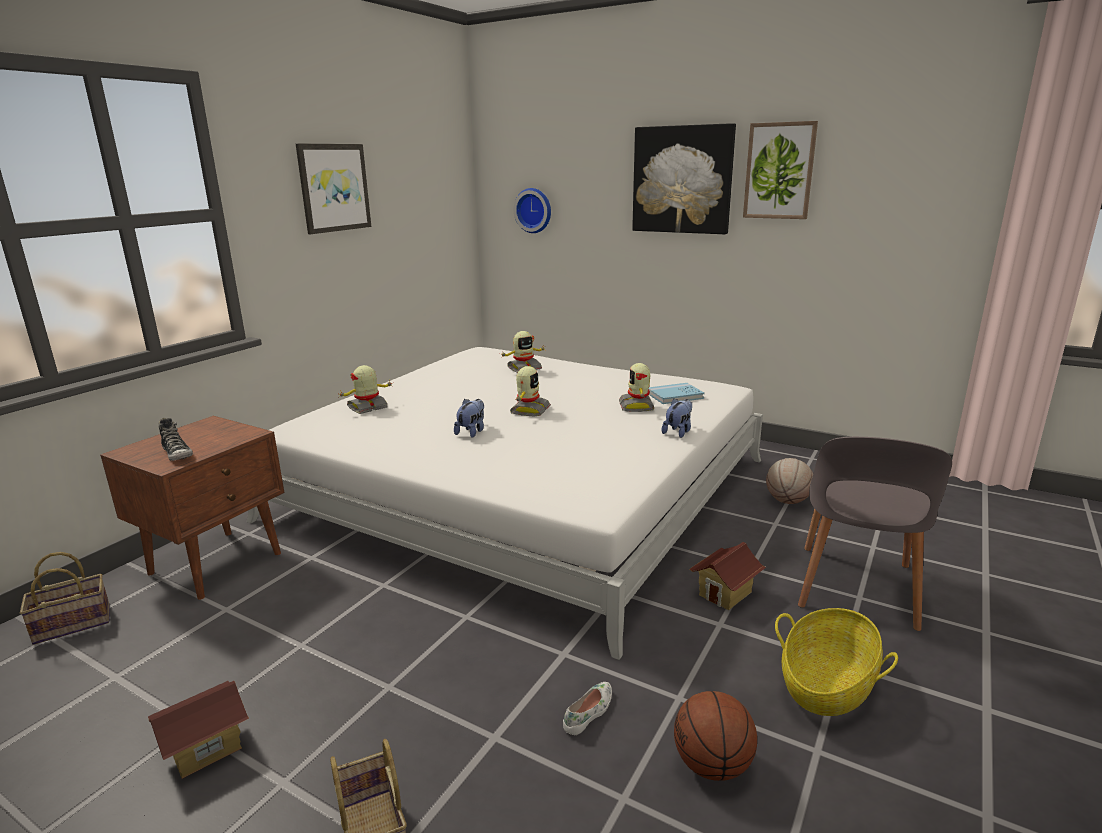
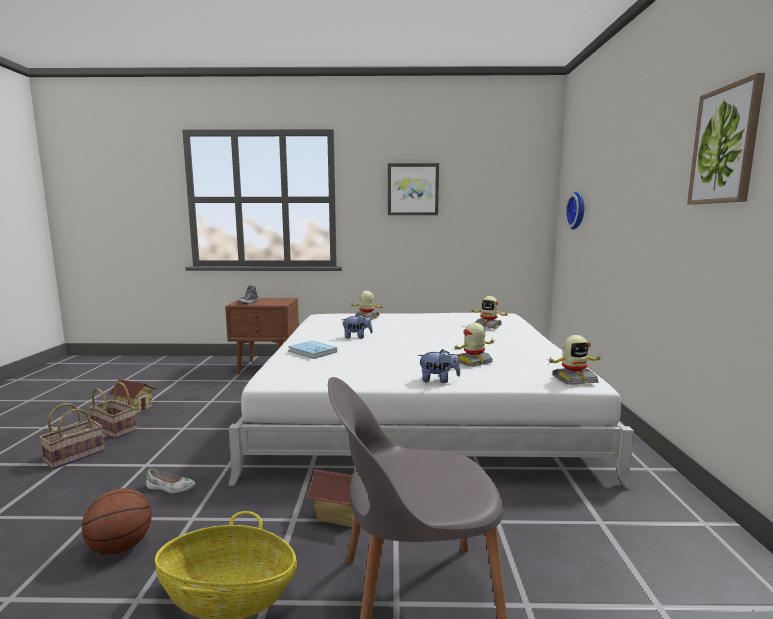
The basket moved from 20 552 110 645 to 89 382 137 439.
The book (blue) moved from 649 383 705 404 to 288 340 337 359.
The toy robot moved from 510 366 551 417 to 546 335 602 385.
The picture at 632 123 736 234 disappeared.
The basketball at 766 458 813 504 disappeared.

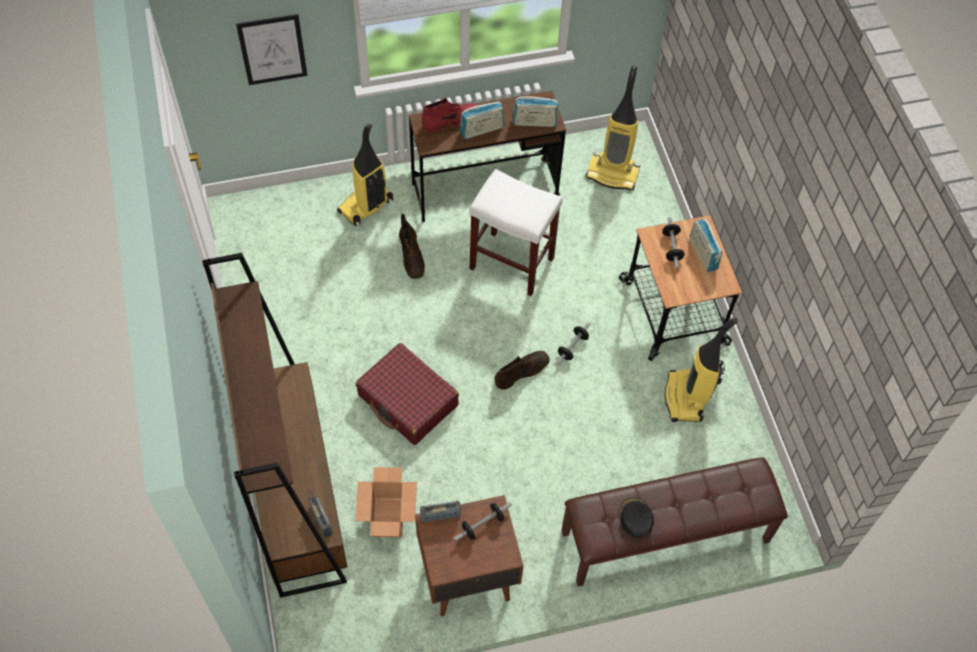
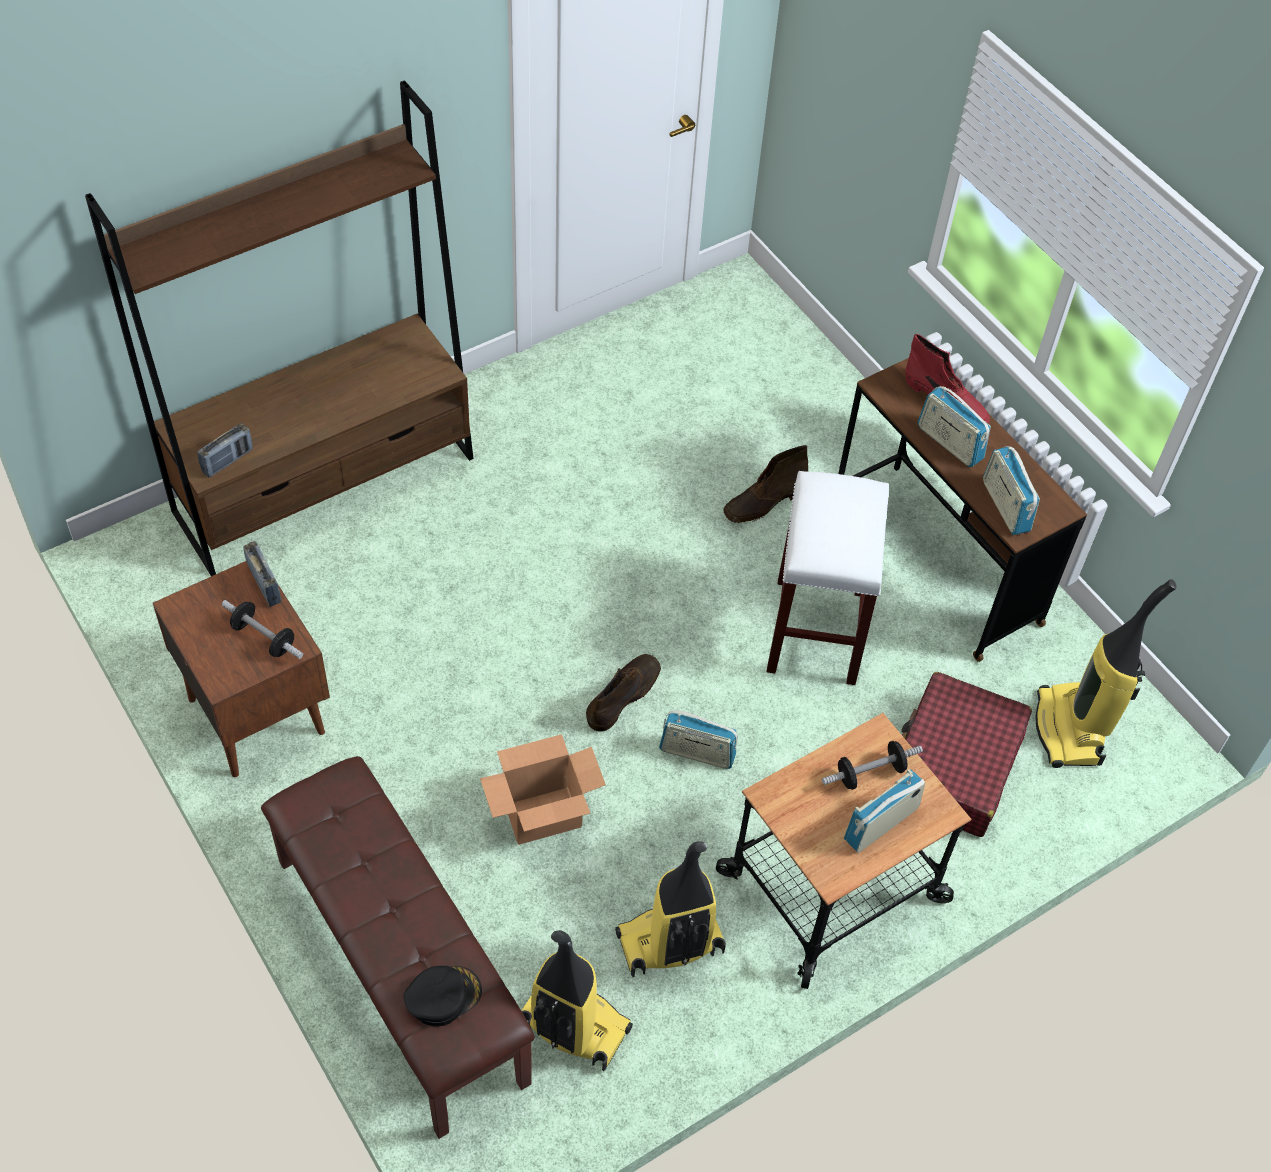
The cap (black) moved from 620 497 654 537 to 404 966 482 1026.
The cardboard box moved from 355 467 417 537 to 480 734 606 845.
The vacuum cleaner moved from 337 123 393 226 to 522 930 633 1071.
The boot (brown) at 494 351 550 390 turned 90 degrees counterclockwise.
The dumbbell at 556 322 590 365 was replaced by the radio at 659 710 738 769.
The suitcase (red) moved from 356 343 459 445 to 901 672 1032 837.
The picture at 236 14 307 85 disappeared.

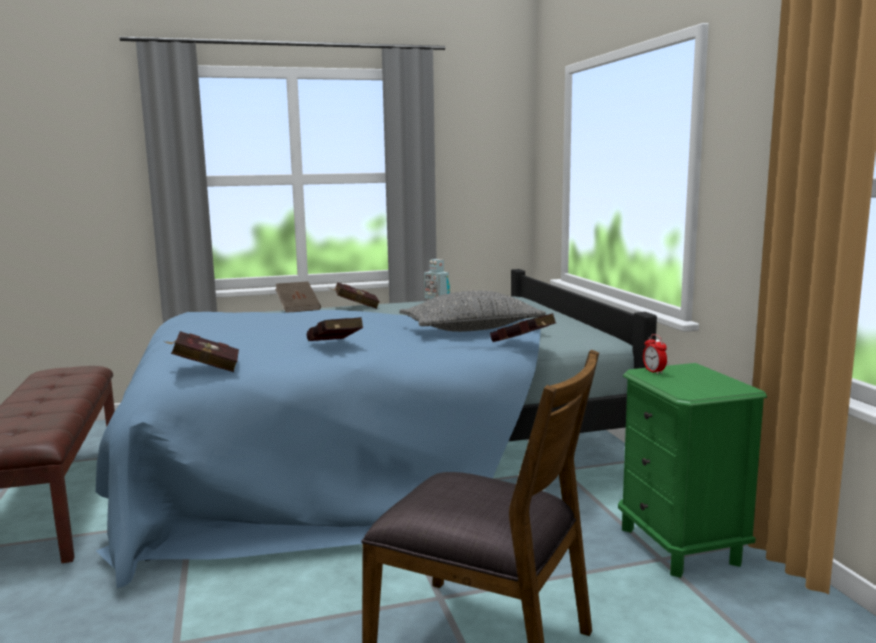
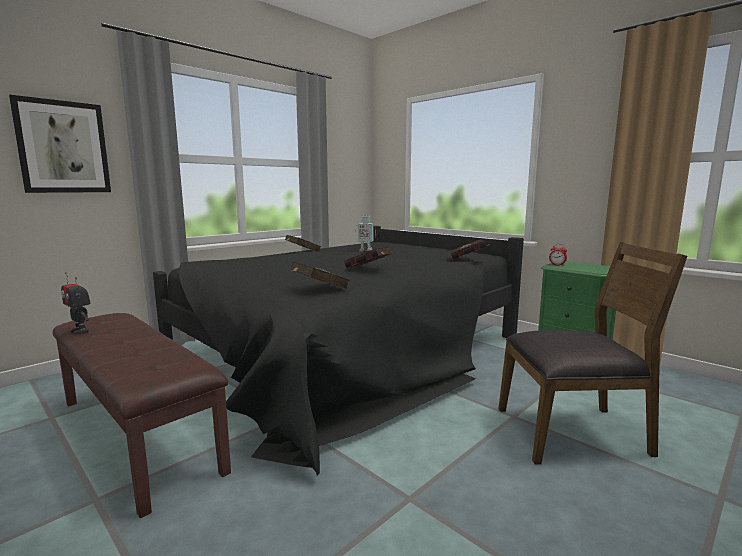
The picture at 9 95 111 193 appeared.
The toy robot at 61 272 91 335 appeared.
The bed (blue) at 96 269 657 588 became the bed (black) at 153 226 524 476.
The book (brown) at 275 281 321 312 disappeared.
The pillow (grey) at 399 291 546 332 disappeared.

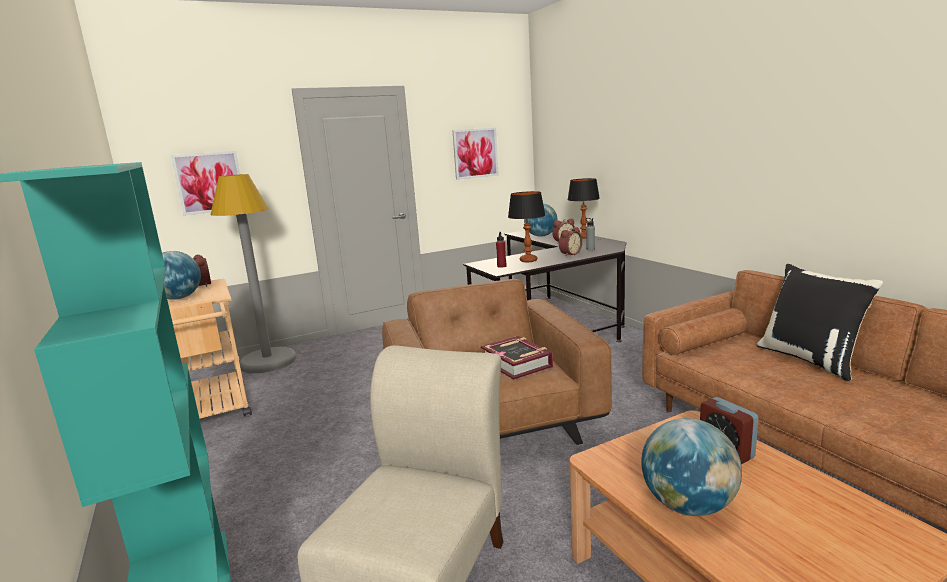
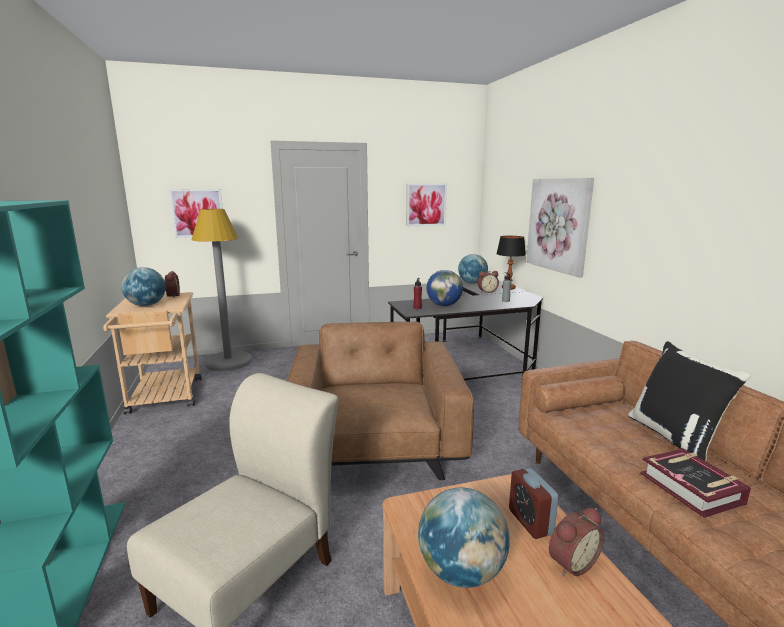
The table lamp at 508 191 546 262 was replaced by the globe at 427 270 463 306.
The picture at 526 178 594 278 appeared.
The alarm clock moved from 559 227 582 256 to 549 508 604 576.
The book moved from 481 336 553 380 to 640 448 751 518.

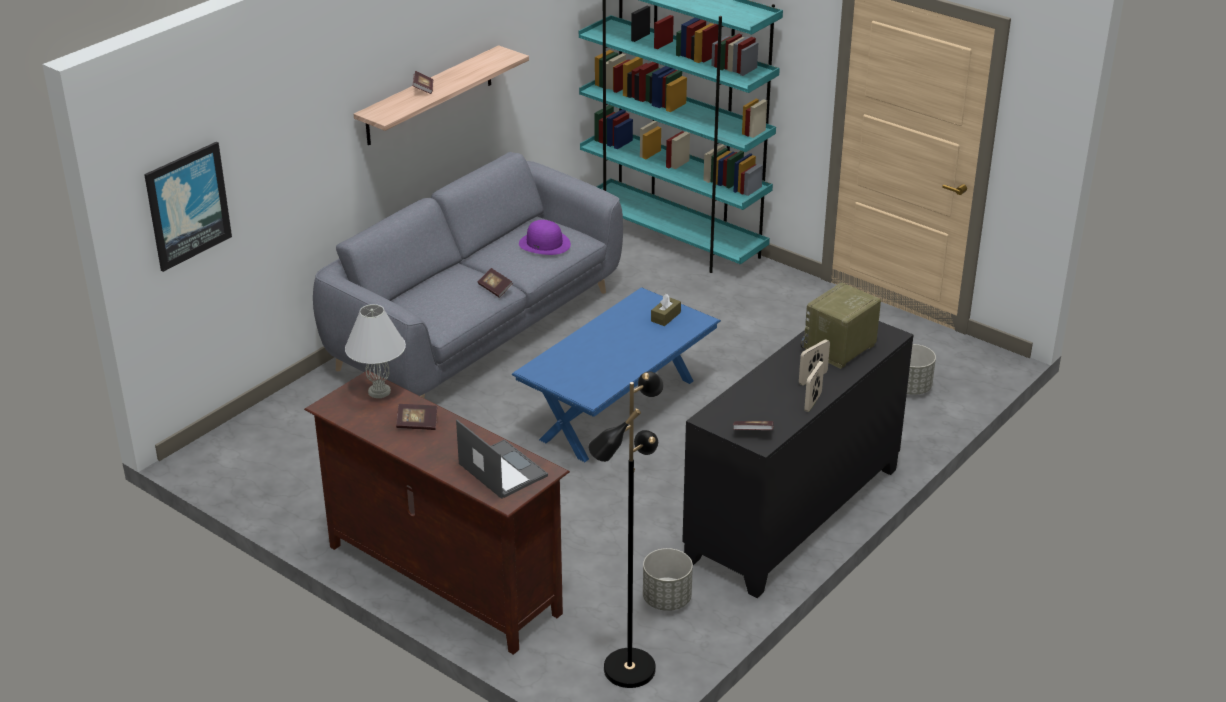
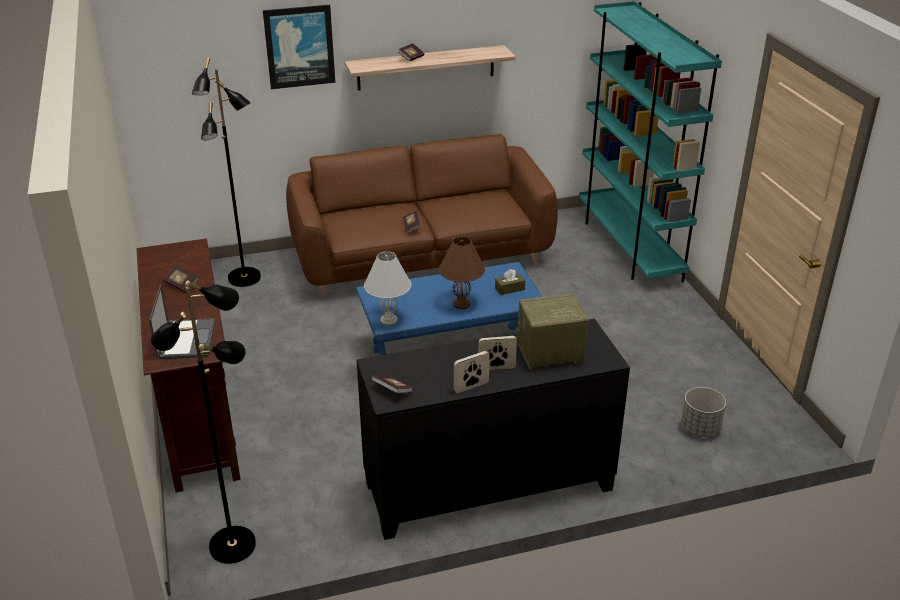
The floor lamp (black) at 192 57 261 287 appeared.
The picture moved from 144 142 232 272 to 263 5 335 89.
The sofa (grey) at 313 152 623 399 became the sofa (brown) at 286 134 558 300.
The table lamp (white) moved from 345 304 406 398 to 364 251 411 325.
The table lamp (brown) at 439 236 485 309 appeared.
The hat (purple) at 519 220 571 255 disappeared.
The planter (grey) at 643 548 693 611 disappeared.

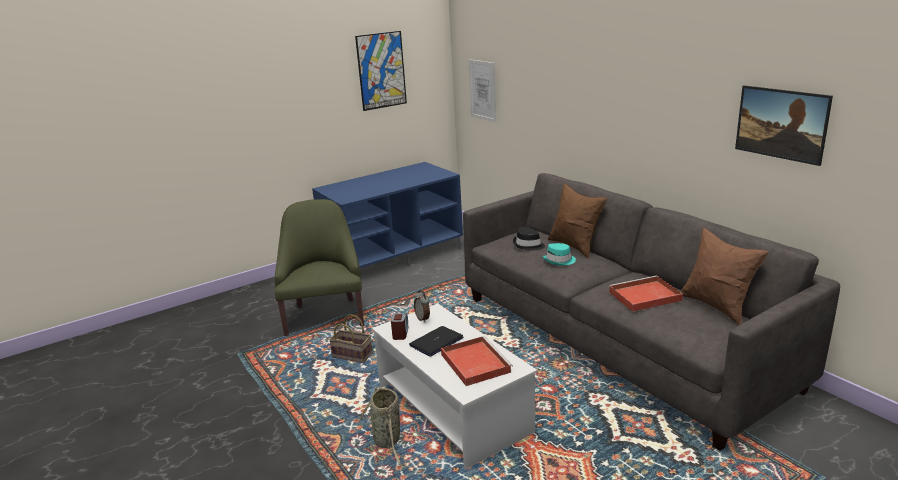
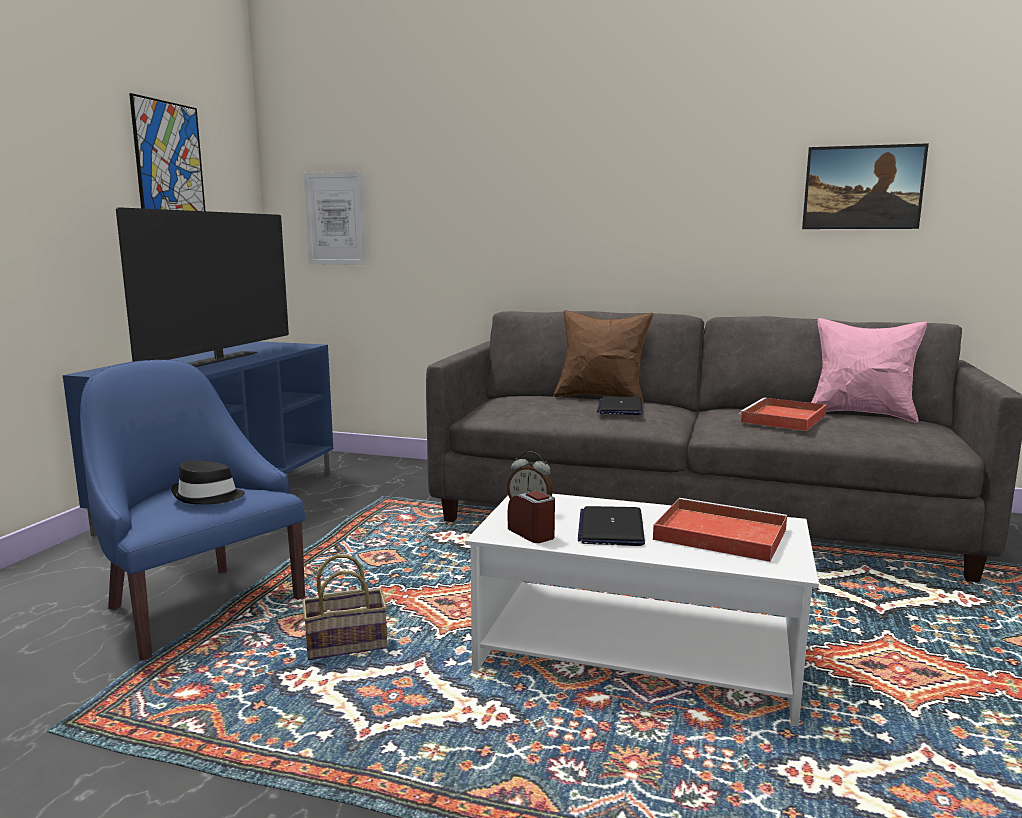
The armchair (green) at 275 199 364 336 became the armchair (blue) at 80 360 305 661.
The television at 116 207 289 367 appeared.
The hat (black) moved from 513 227 545 251 to 171 460 245 504.
The hat (turquoise) at 543 243 576 266 was replaced by the laptop at 597 397 642 415.
The pillow (brown) at 680 228 769 325 became the pillow (pink) at 811 318 927 423.
The basket at 358 386 407 466 disappeared.

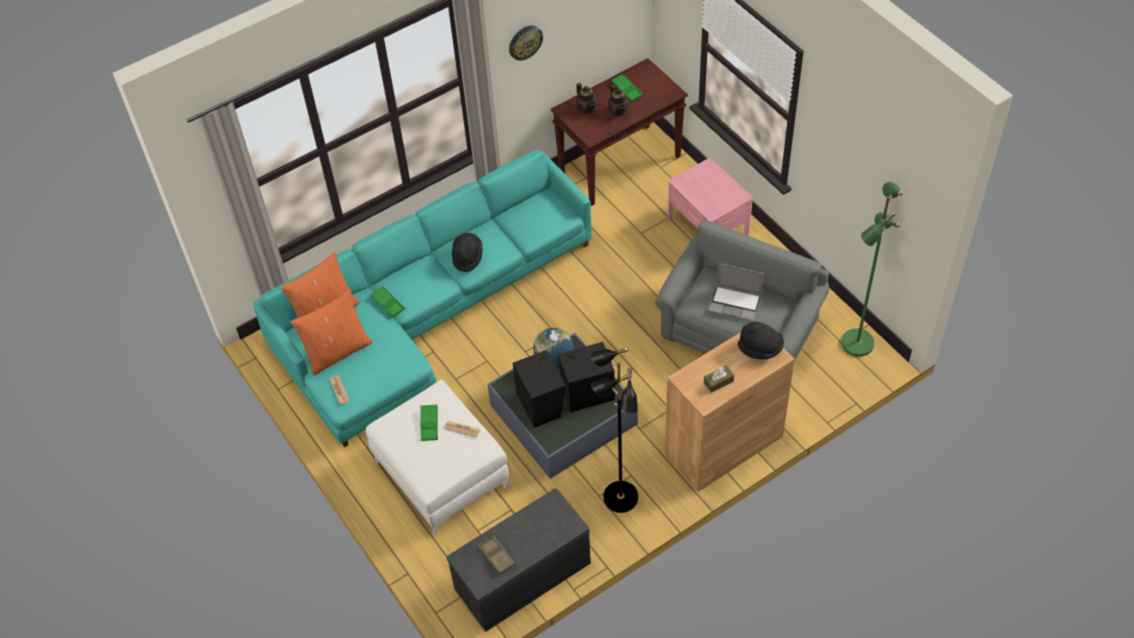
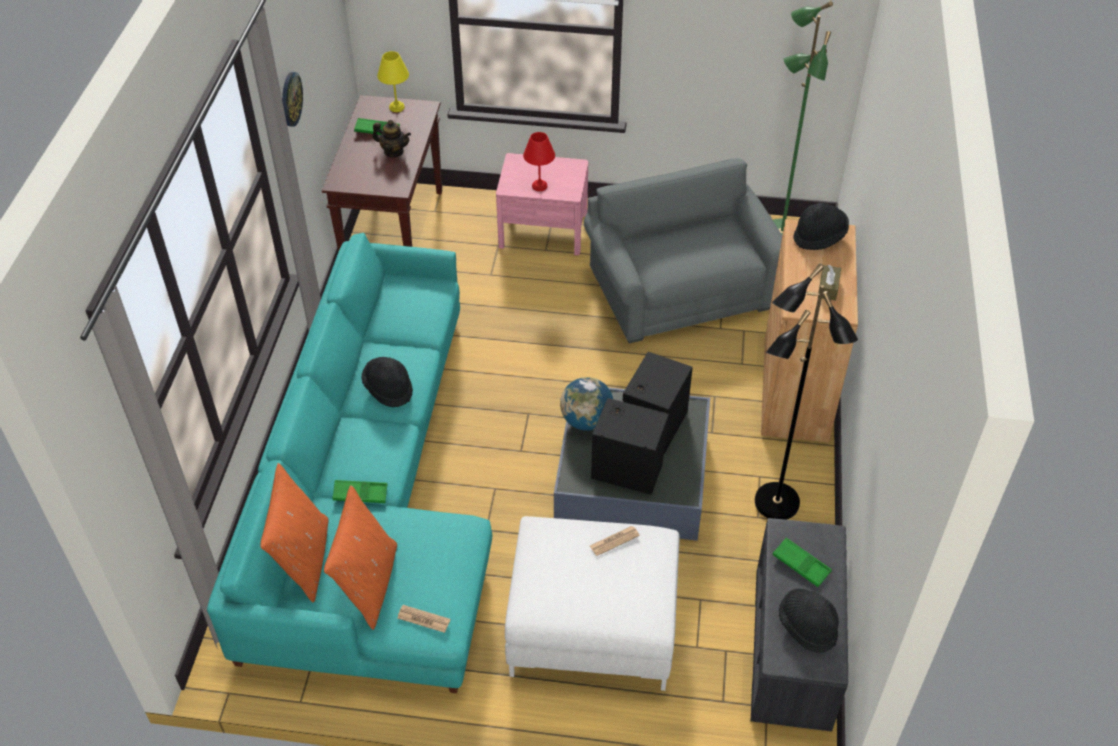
The table lamp (yellow) at 377 51 409 112 appeared.
The table lamp (red) at 523 132 555 191 appeared.
The tray (green) moved from 420 404 438 441 to 772 538 832 587.
The tray (brown) at 478 536 515 574 was replaced by the hat (black) at 779 588 839 653.
The teapot at 576 83 597 113 disappeared.
The laptop at 708 263 764 322 disappeared.

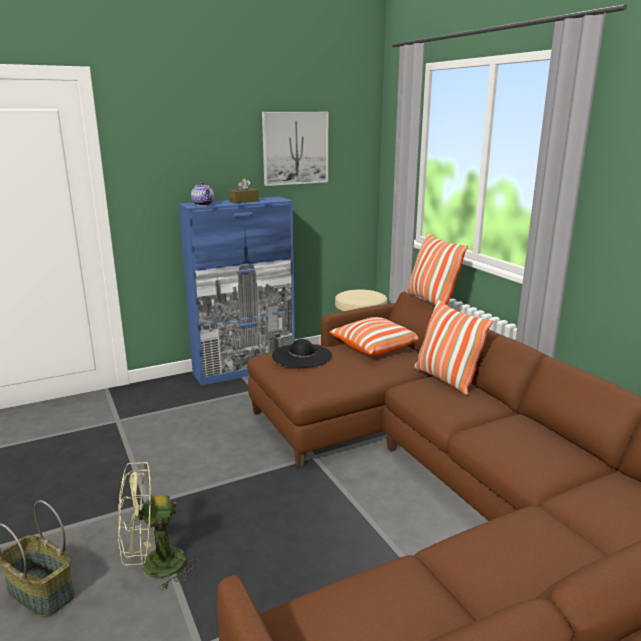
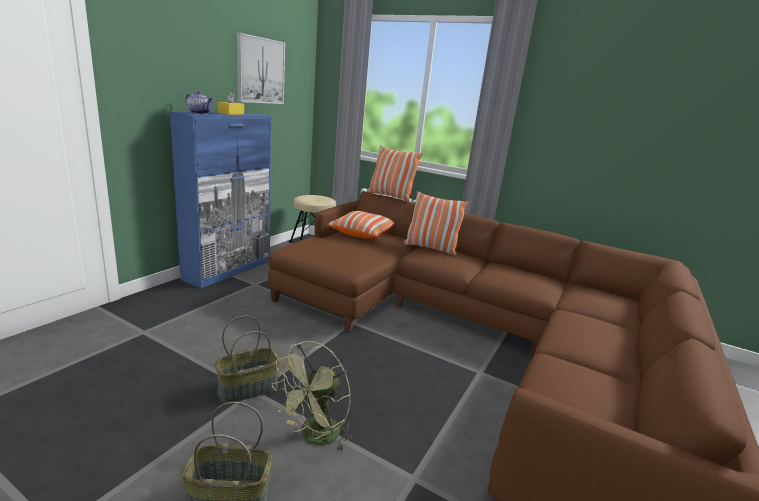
The basket at 215 315 280 403 appeared.
The tissue box (brown) at 229 178 259 203 became the tissue box (yellow) at 218 92 244 115.
The hat (black) at 272 339 332 368 disappeared.

